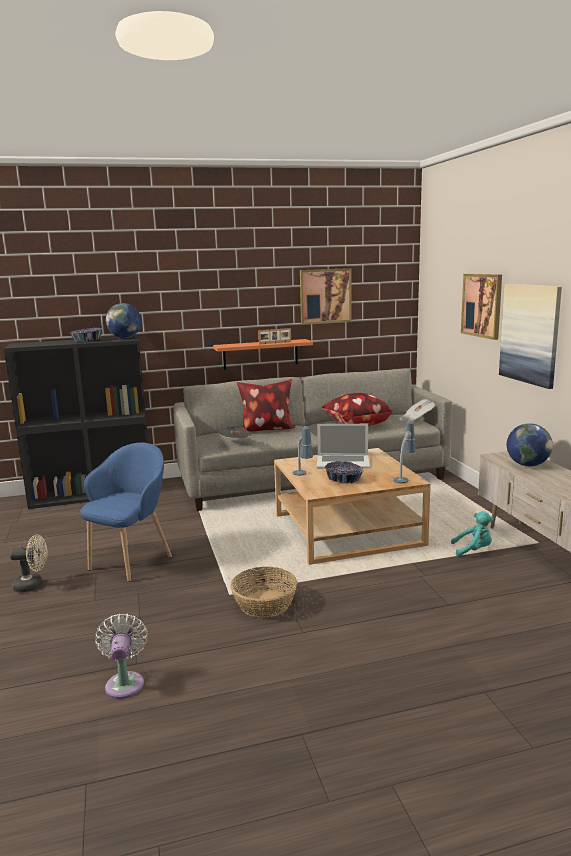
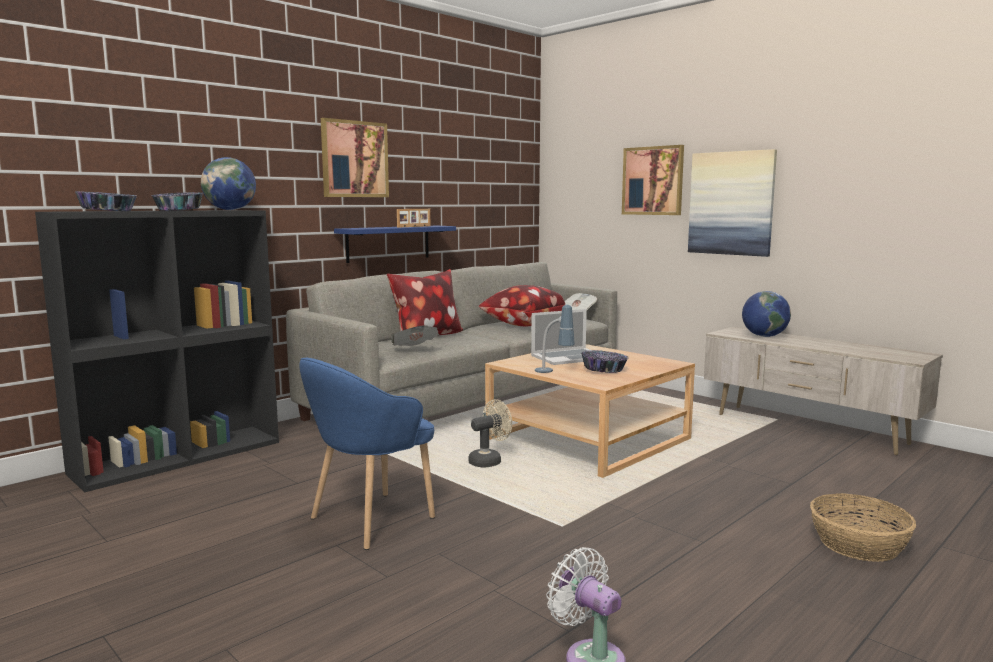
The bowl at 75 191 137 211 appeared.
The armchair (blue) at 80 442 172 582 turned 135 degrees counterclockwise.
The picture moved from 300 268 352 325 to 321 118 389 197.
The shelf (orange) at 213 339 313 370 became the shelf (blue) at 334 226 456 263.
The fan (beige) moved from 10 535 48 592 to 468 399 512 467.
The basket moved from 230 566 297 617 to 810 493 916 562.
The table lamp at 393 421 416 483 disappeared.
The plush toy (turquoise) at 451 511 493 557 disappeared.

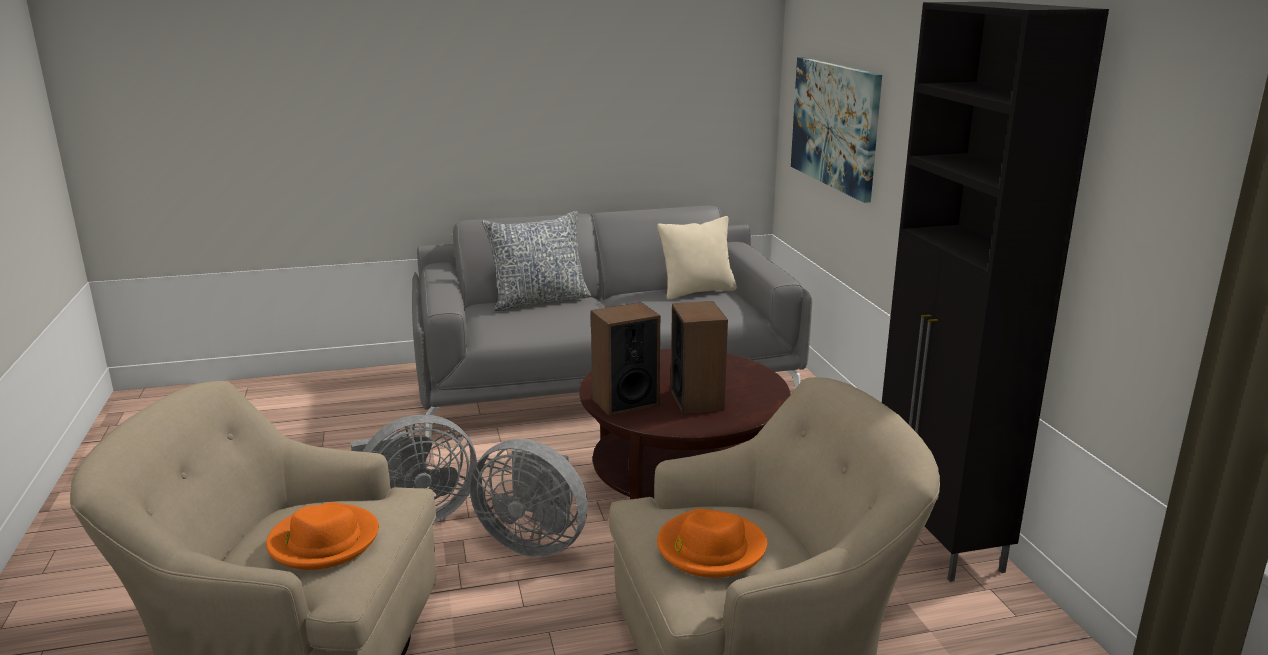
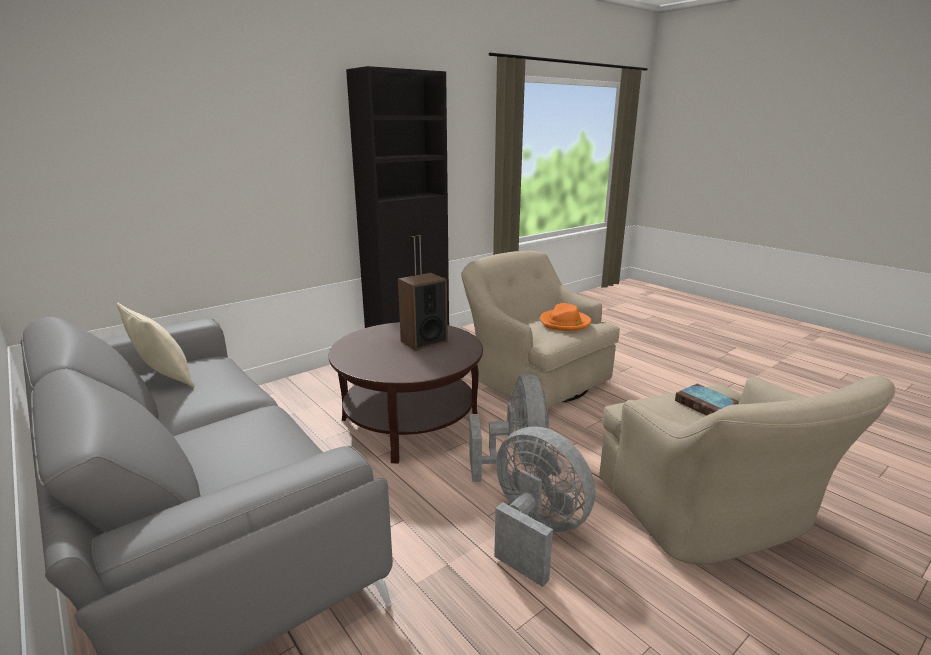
The hat (orange) at 266 502 379 570 was replaced by the book at 675 384 740 416.
The pillow at 482 211 591 311 disappeared.
The speaker at 591 302 660 416 disappeared.
The picture at 791 57 882 203 disappeared.

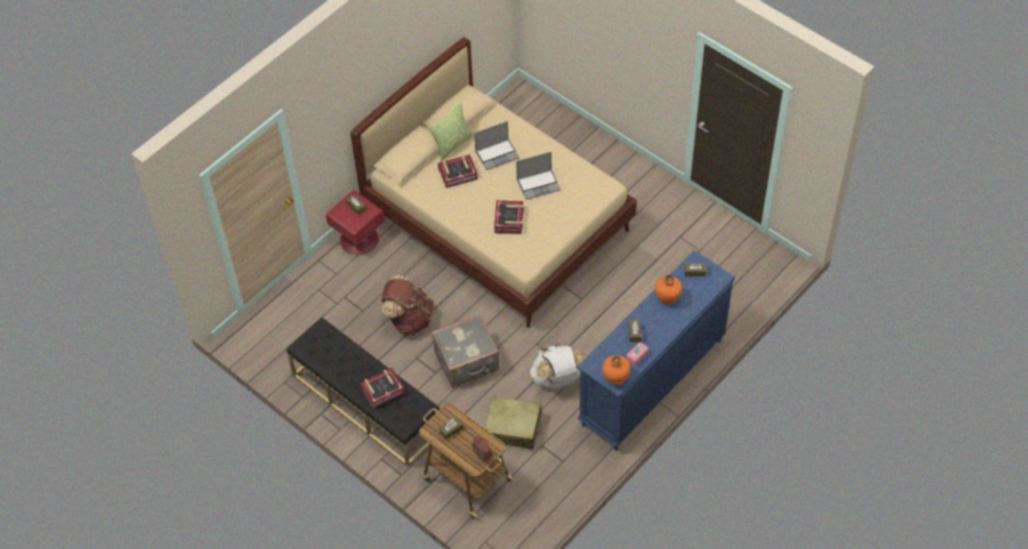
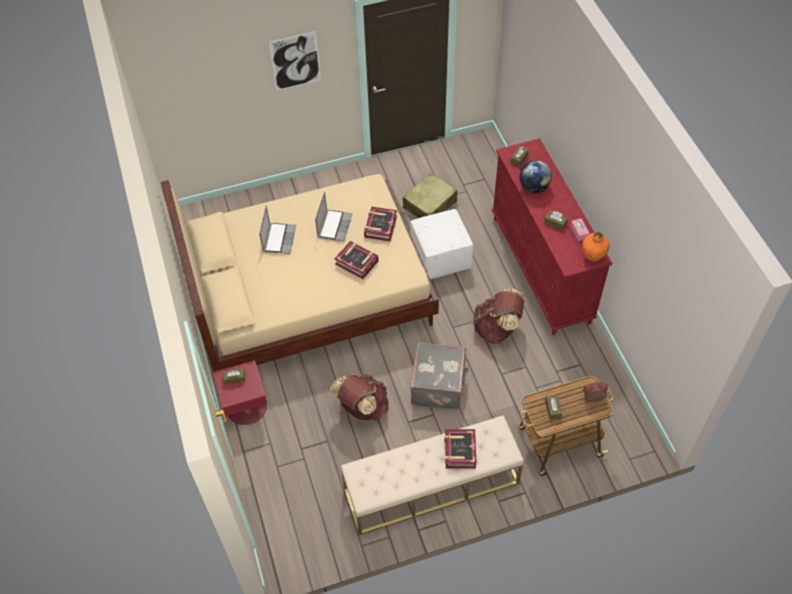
The picture at 269 31 321 91 appeared.
The bench (black) at 287 317 441 467 became the bench (beige) at 341 415 524 535.
The book moved from 438 154 478 188 to 364 207 397 241.
The suitcase (beige) moved from 485 396 542 449 to 403 172 457 218.
The ottoman (white) at 410 209 473 279 appeared.
The backpack (white) at 530 344 586 389 became the backpack (brown) at 473 288 524 344.
The dresser (blue) at 577 250 735 451 became the dresser (red) at 491 138 612 335.
The vase (orange) at 655 275 682 304 was replaced by the globe at 519 160 552 193.
The pillow at 428 102 473 162 disappeared.

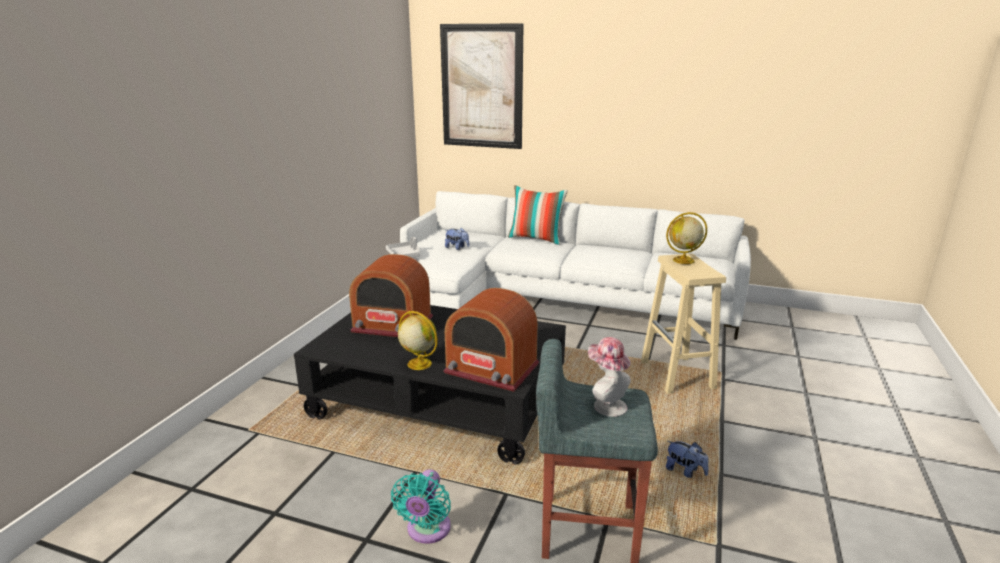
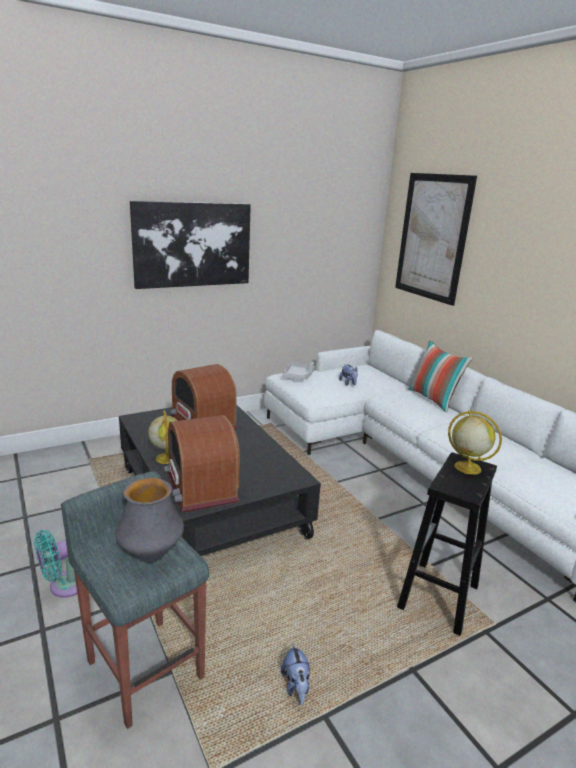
The hat at 588 337 631 417 was replaced by the vase at 115 478 184 563.
The picture at 130 201 251 289 appeared.
The stool (beige) at 641 254 726 394 became the stool (black) at 397 452 497 636.

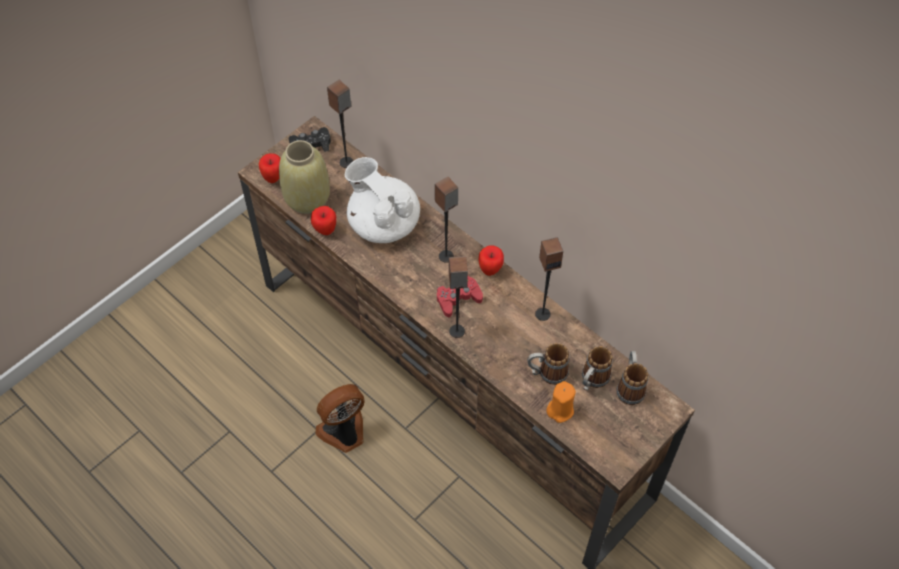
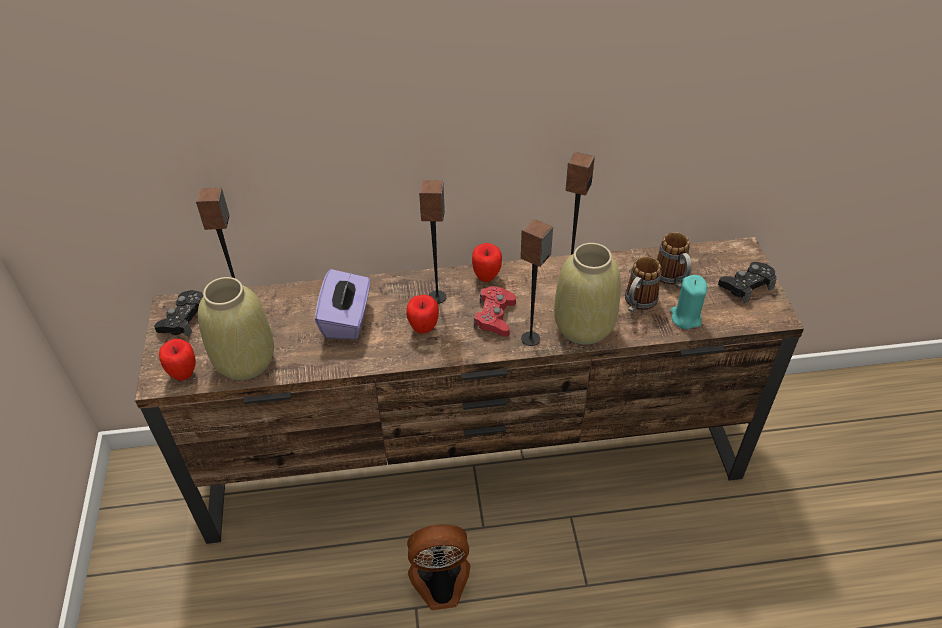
The teapot (white) at 345 157 420 243 was replaced by the tissue box (purple) at 315 269 370 340.
The apple moved from 311 206 336 235 to 407 295 439 334.
The fan at 315 384 364 453 turned 75 degrees clockwise.
The vase (beige) at 554 243 621 345 appeared.
The candle (orange) at 546 381 576 423 became the candle (turquoise) at 671 275 707 329.
The game controller (black) at 718 262 777 303 appeared.
The mug at 617 351 648 405 disappeared.

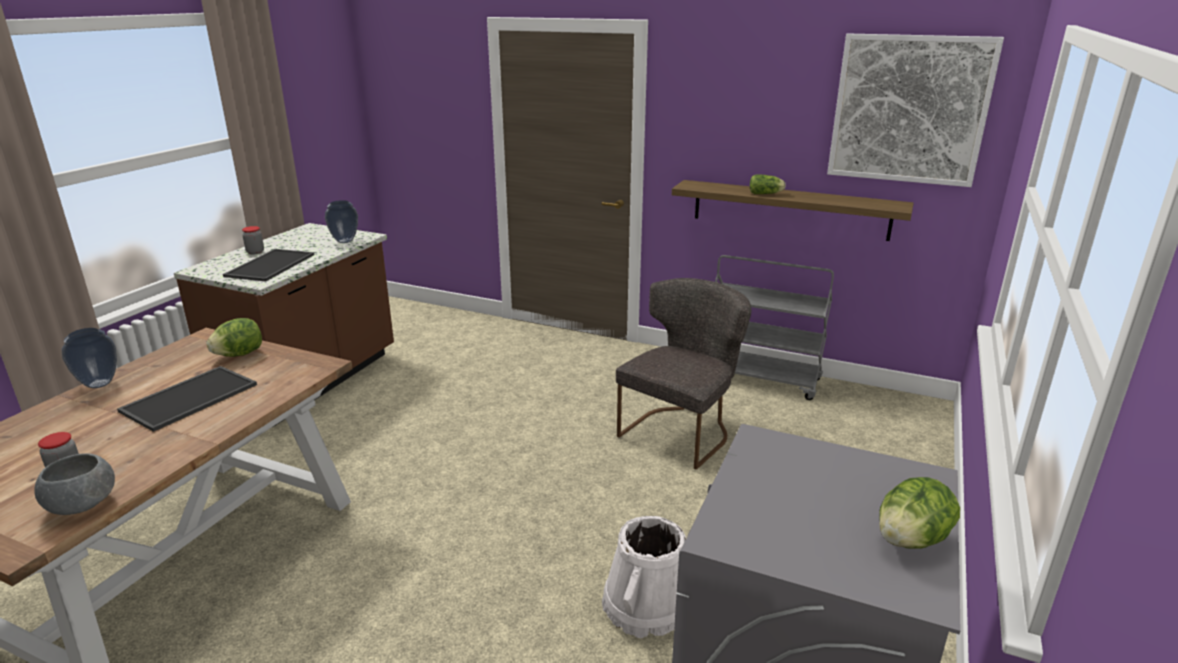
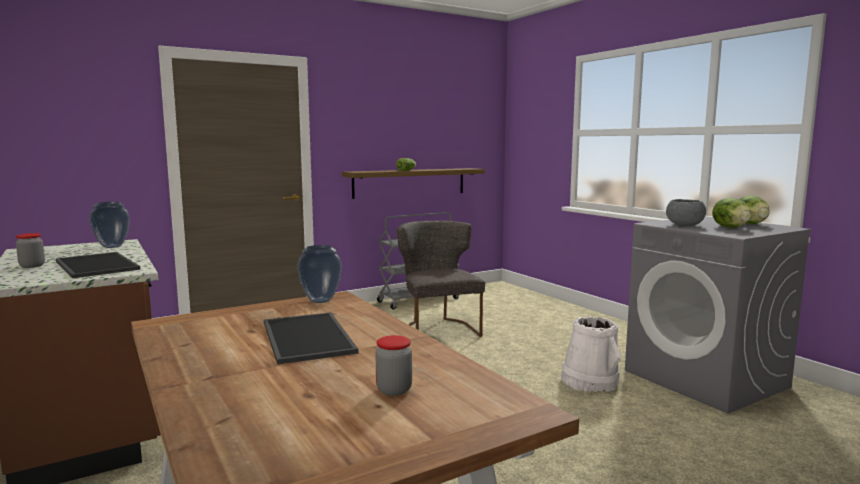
The vase moved from 62 328 117 388 to 297 245 342 303.
The bowl (grey) moved from 35 453 115 515 to 666 199 706 226.
The lettuce moved from 206 318 262 357 to 712 198 751 228.
The picture at 827 33 1004 187 disappeared.

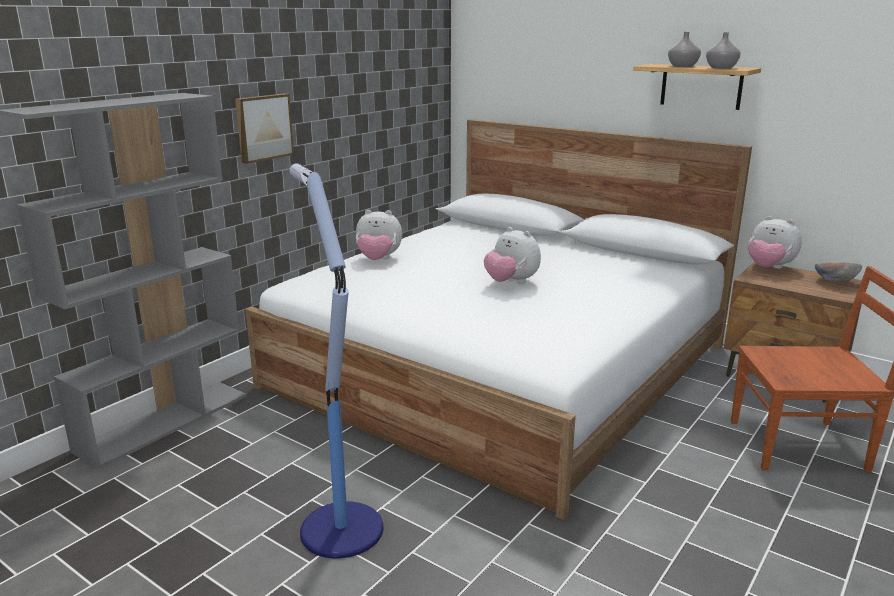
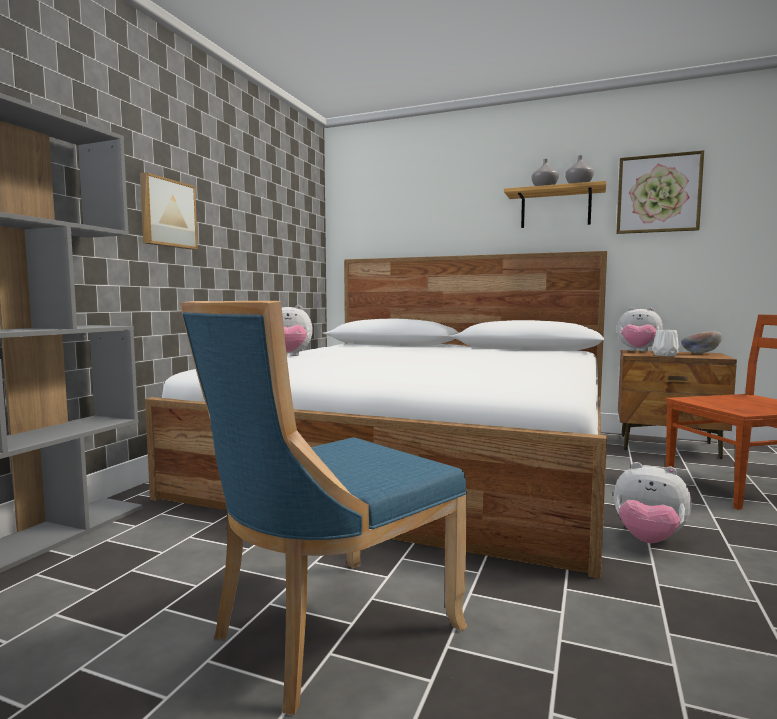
The floor lamp at 289 163 383 558 was replaced by the chair (blue) at 180 301 467 715.
The plush toy moved from 484 227 541 284 to 614 462 692 543.
The picture at 616 150 704 234 appeared.
The vase (white) at 653 330 679 356 appeared.

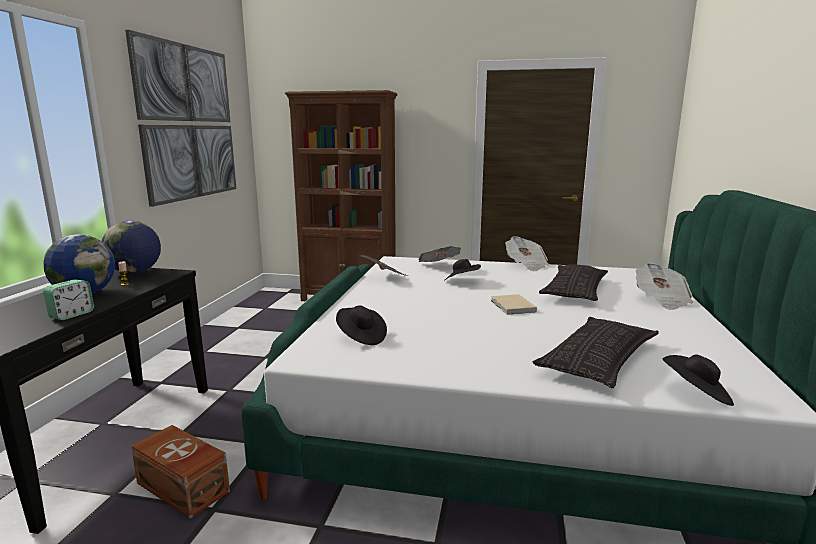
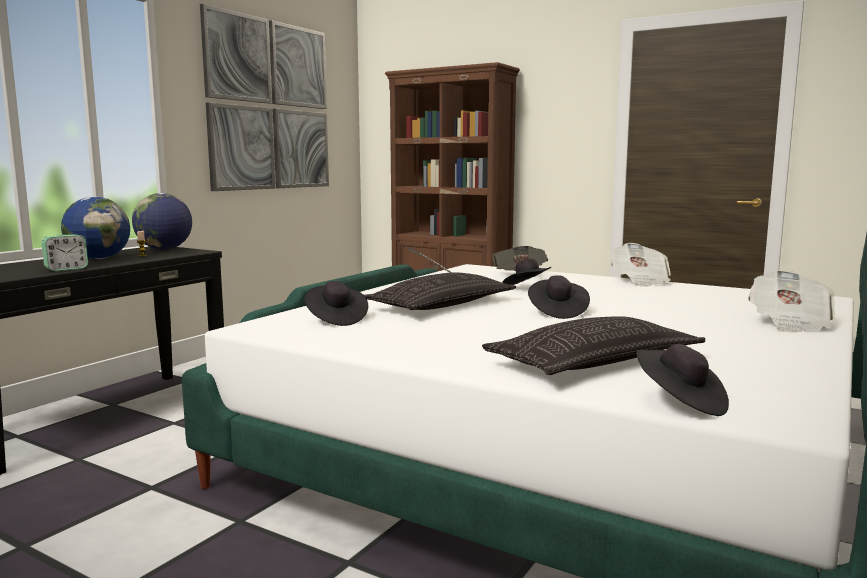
The pillow moved from 539 264 608 301 to 364 272 516 310.
The book (beige) at 491 294 537 315 was replaced by the hat (black) at 528 275 590 319.
The storage box (brown) at 131 425 230 519 disappeared.

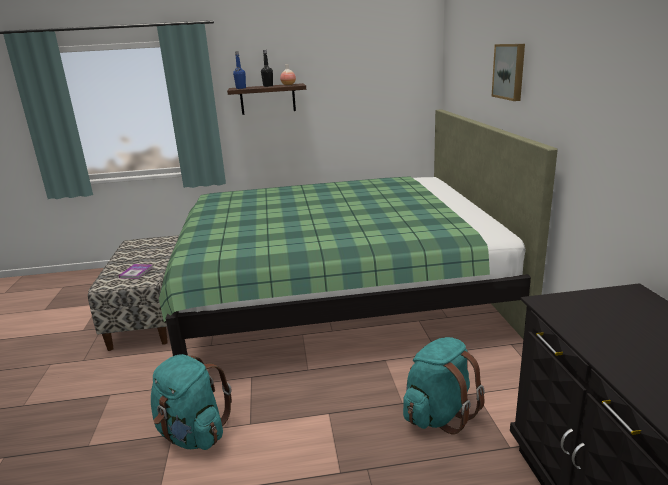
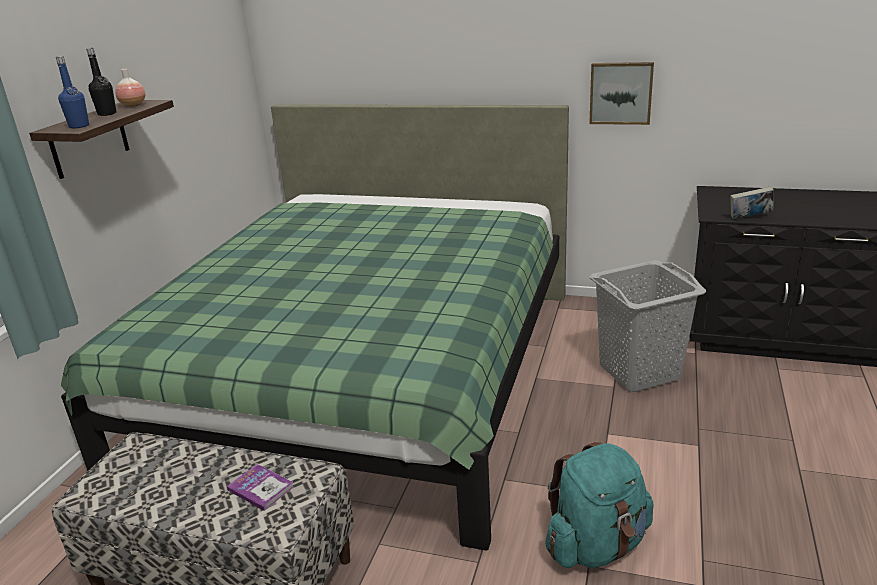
The picture moved from 491 44 525 101 to 589 62 654 125.
The backpack (turquoise) at 403 337 485 435 was replaced by the laundry basket (grey) at 589 260 706 392.
The book at 730 186 774 219 appeared.

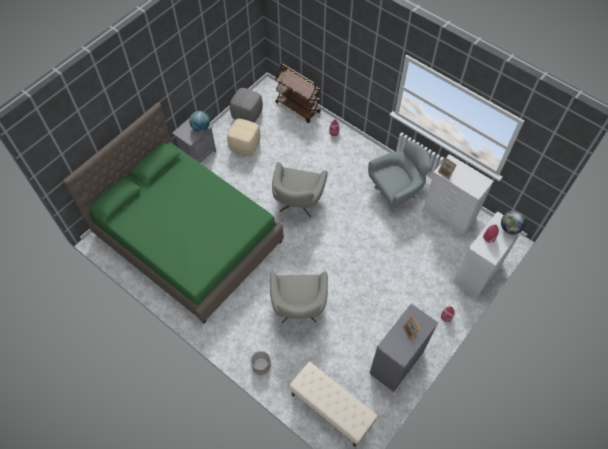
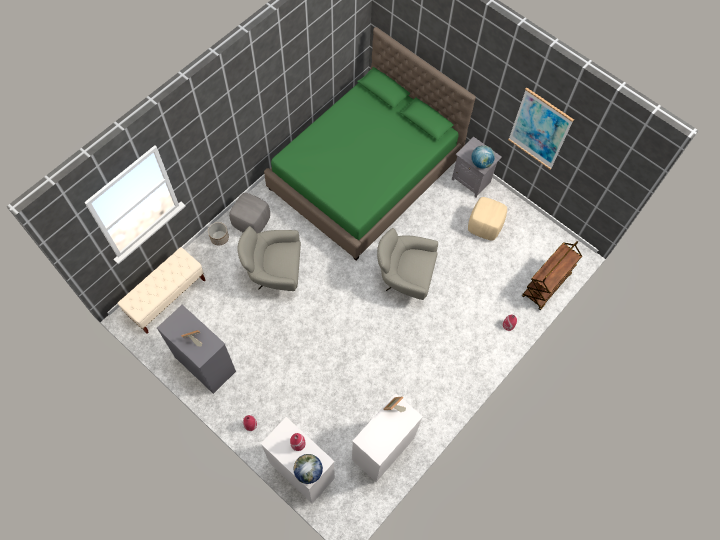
The ottoman (grey) moved from 230 88 263 123 to 229 193 270 233.
The picture at 508 88 574 170 appeared.
The armchair (grey) at 368 141 431 208 disappeared.

